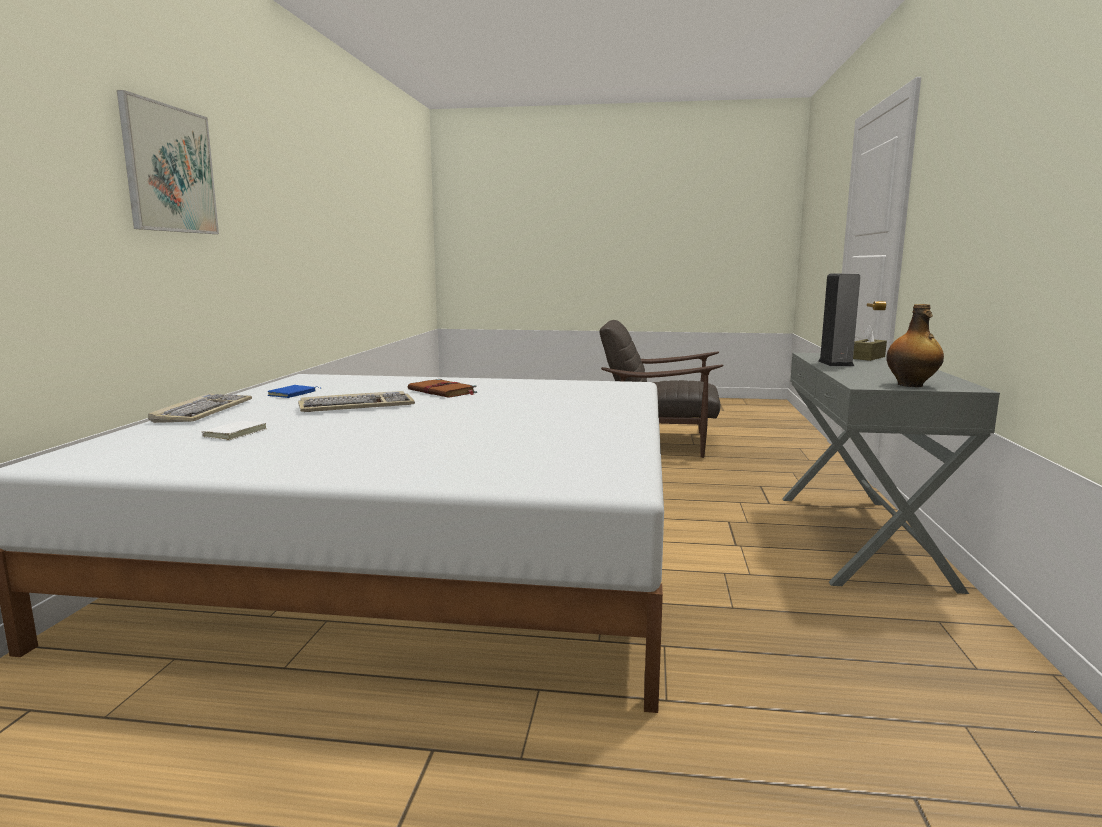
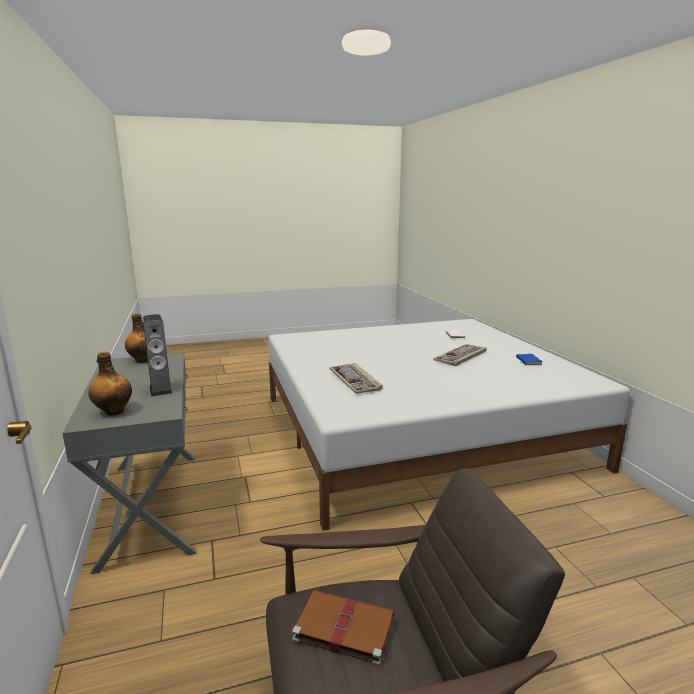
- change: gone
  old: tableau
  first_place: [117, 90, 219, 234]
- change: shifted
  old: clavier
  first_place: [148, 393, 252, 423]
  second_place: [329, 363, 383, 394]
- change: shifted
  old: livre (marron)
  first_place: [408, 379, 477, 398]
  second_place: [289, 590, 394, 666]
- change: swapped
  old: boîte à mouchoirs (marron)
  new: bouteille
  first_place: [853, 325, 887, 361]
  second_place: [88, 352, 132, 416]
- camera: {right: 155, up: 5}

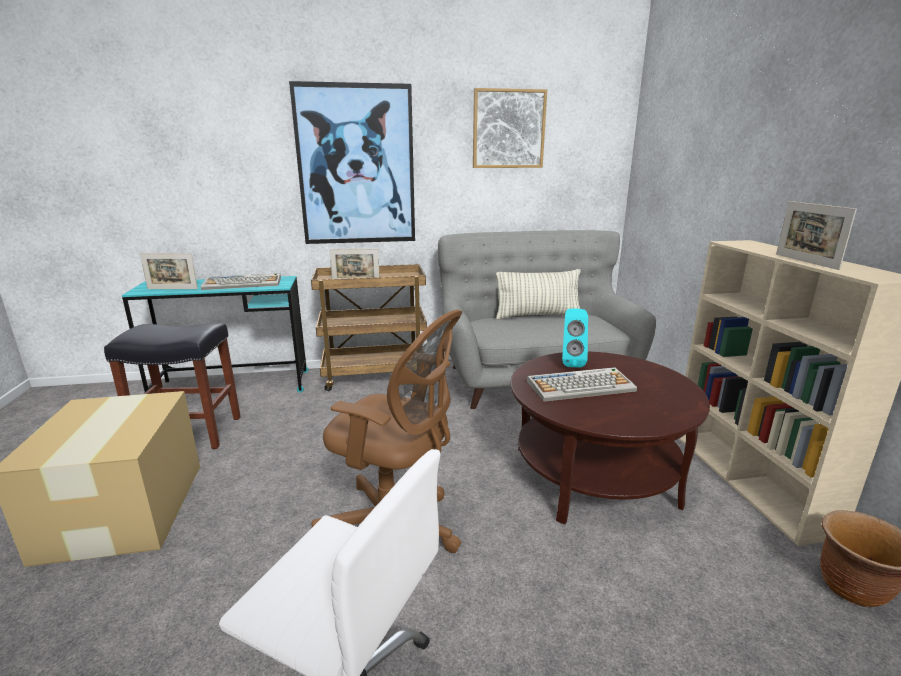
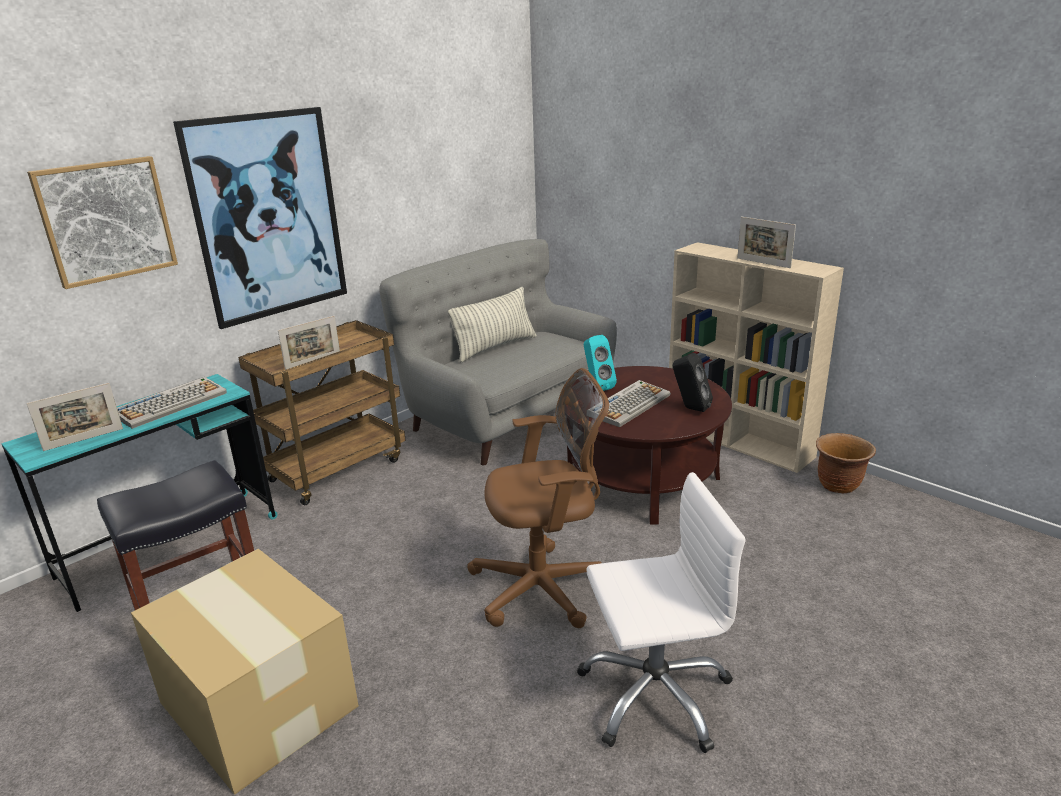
- change: new
  new: enceinte (noir)
  second_place: [673, 353, 713, 412]
- change: shifted
  old: tableau
  first_place: [473, 88, 547, 168]
  second_place: [27, 156, 178, 289]
- camera: {right: -35, up: 5}

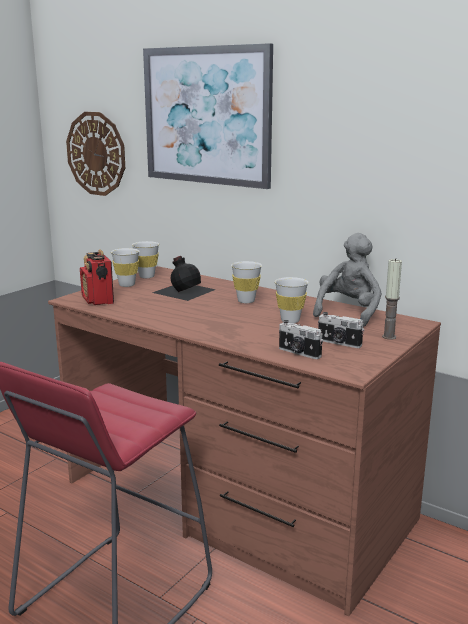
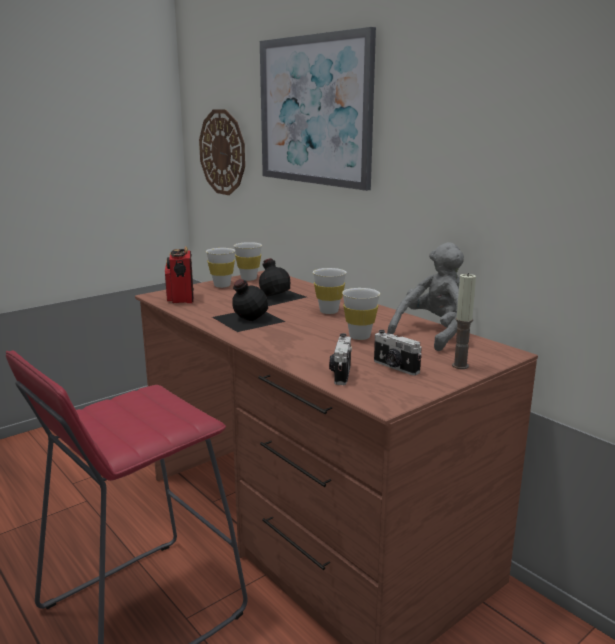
- change: new
  new: bouteille (noir)
  second_place: [212, 279, 286, 332]
- change: rotated
  old: appareil photo
  first_place: [279, 320, 323, 359]
  second_place: [329, 333, 352, 385]
  degrees: 45
- camera: {right: 15, up: 0}

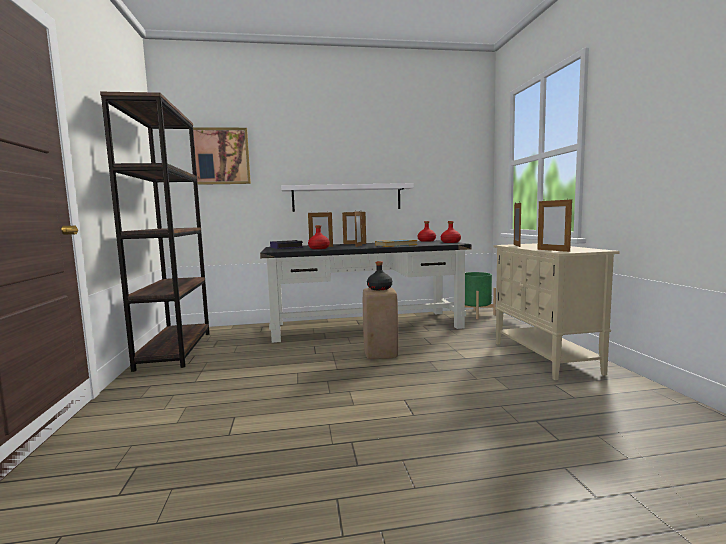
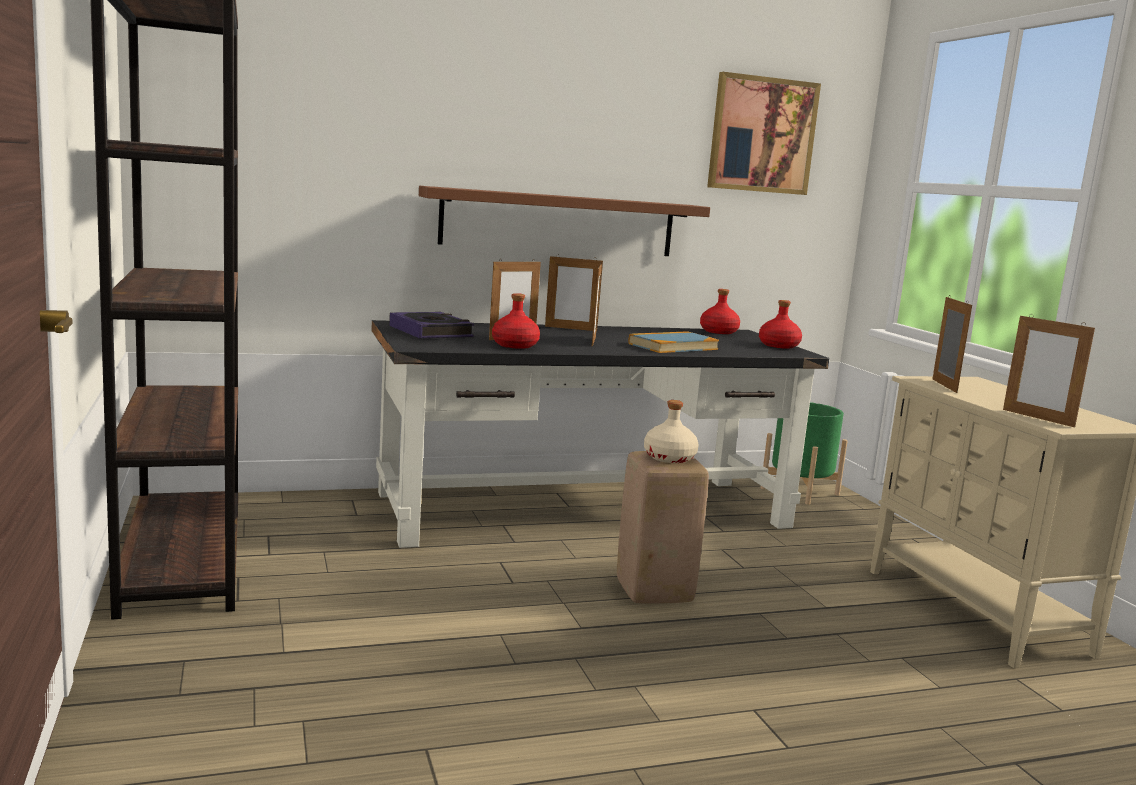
- change: shifted
  old: tableau
  first_place: [193, 127, 251, 185]
  second_place: [707, 72, 821, 195]
- change: repainted
  old: étagère (blanc)
  new: étagère (marron)
  first_place: [281, 183, 414, 212]
  second_place: [419, 186, 710, 256]
- change: repainted
  old: bouteille (noir)
  new: bouteille (beige)
  first_place: [367, 261, 392, 290]
  second_place: [644, 400, 699, 463]
- camera: {right: -10, up: 5}

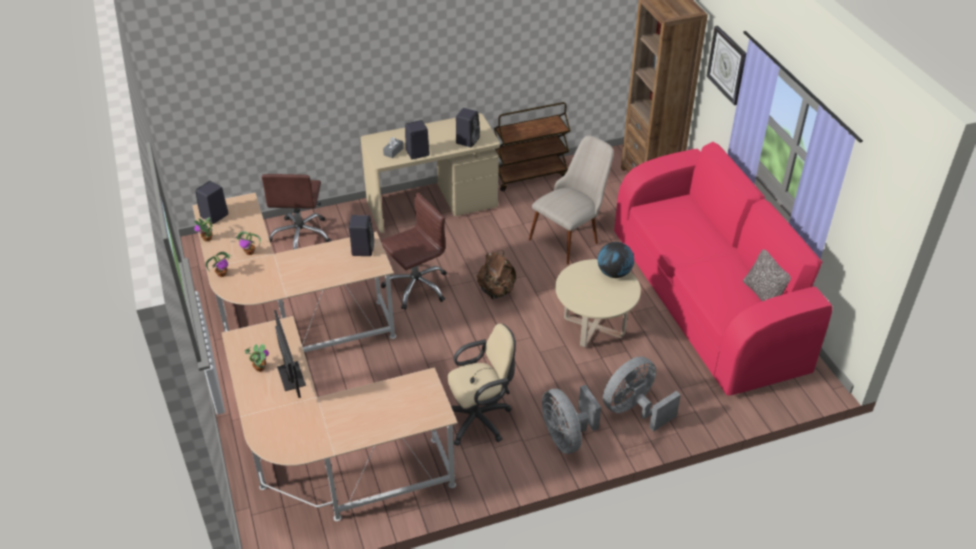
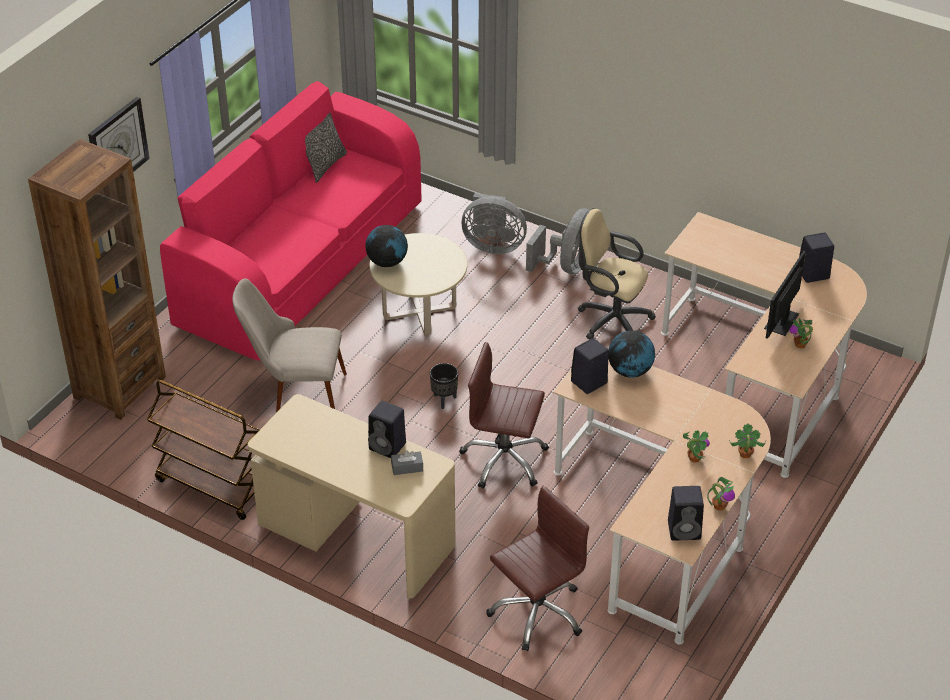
- change: new
  new: globe
  second_place: [608, 331, 655, 378]
- change: shifted
  old: enceinte (noir)
  first_place: [456, 108, 480, 147]
  second_place: [799, 233, 834, 283]
- change: swapped
  old: sac à dos (marron)
  new: cache-pot (noir)
  first_place: [477, 250, 516, 299]
  second_place: [430, 363, 458, 409]
- camera: {right: -130, up: 0}

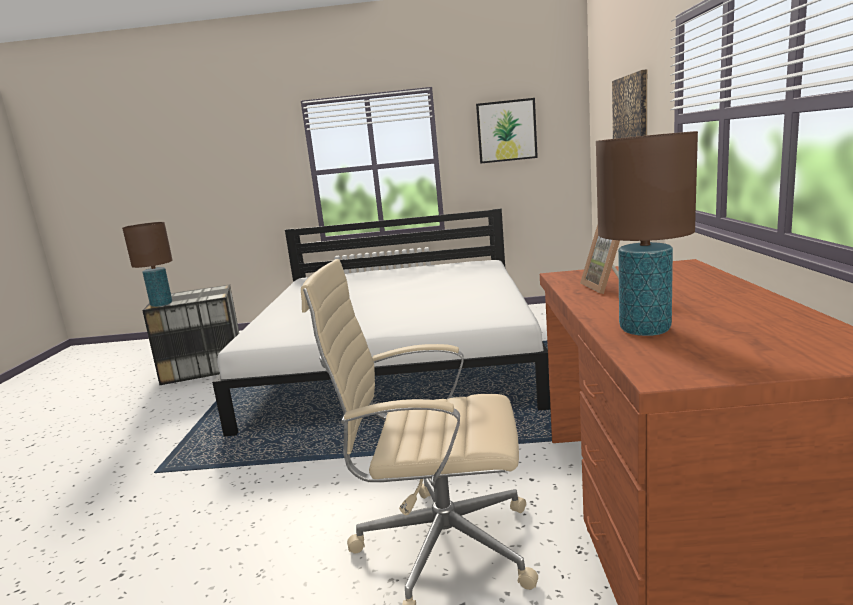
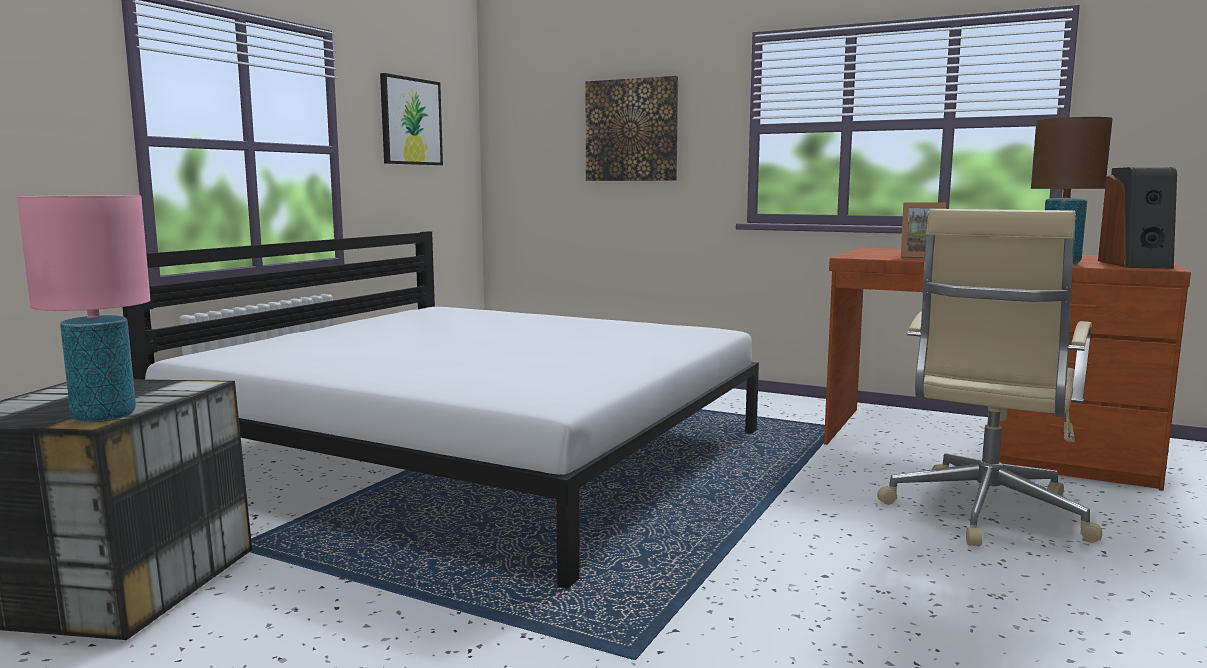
- change: new
  new: enceinte
  second_place: [1098, 167, 1177, 269]
- change: repainted
  old: lampe de table (marron)
  new: lampe de table (rose)
  first_place: [122, 222, 173, 307]
  second_place: [17, 195, 150, 422]
- camera: {right: -65, up: -5}

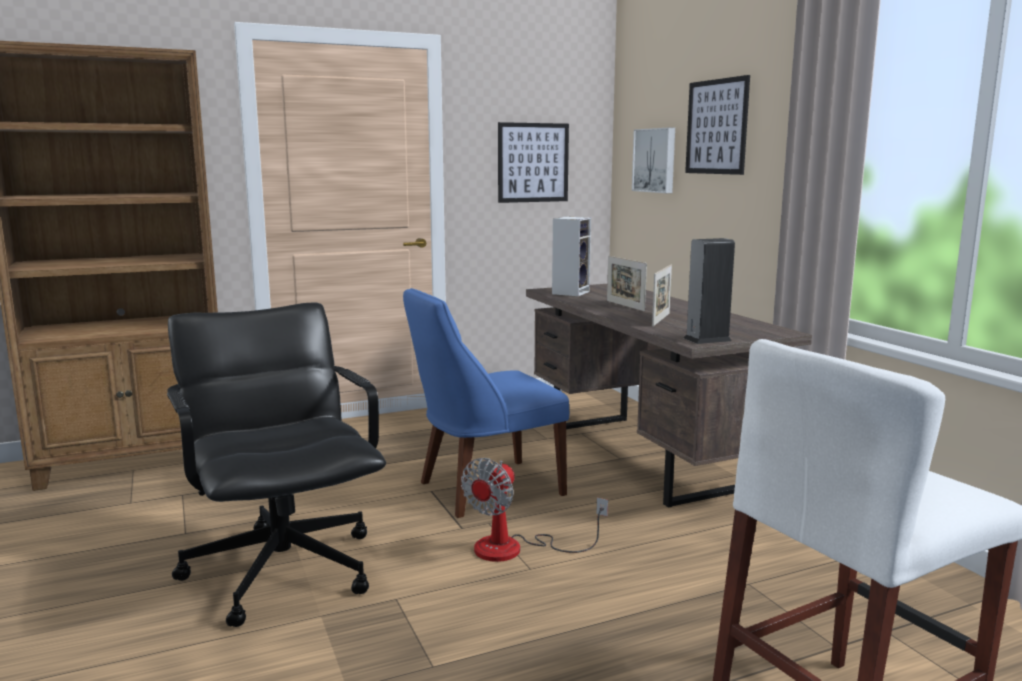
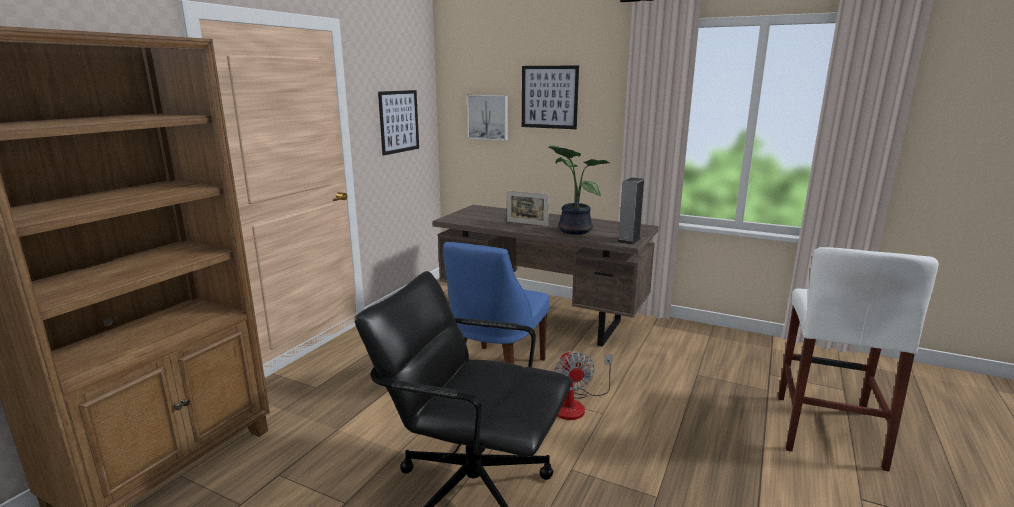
- change: gone
  old: enceinte
  first_place: [552, 217, 591, 296]
- change: swapped
  old: cadre photo
  new: plante en pot
  first_place: [652, 265, 672, 327]
  second_place: [548, 145, 609, 235]
- camera: {right: -40, up: 5}

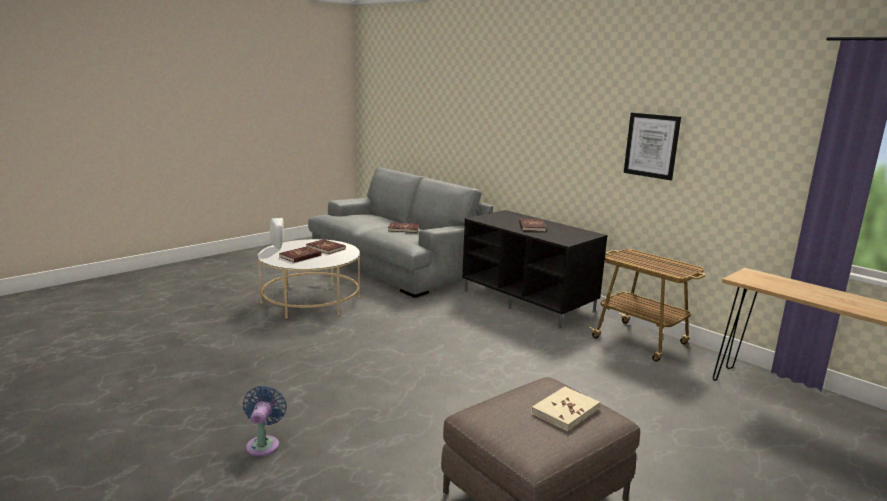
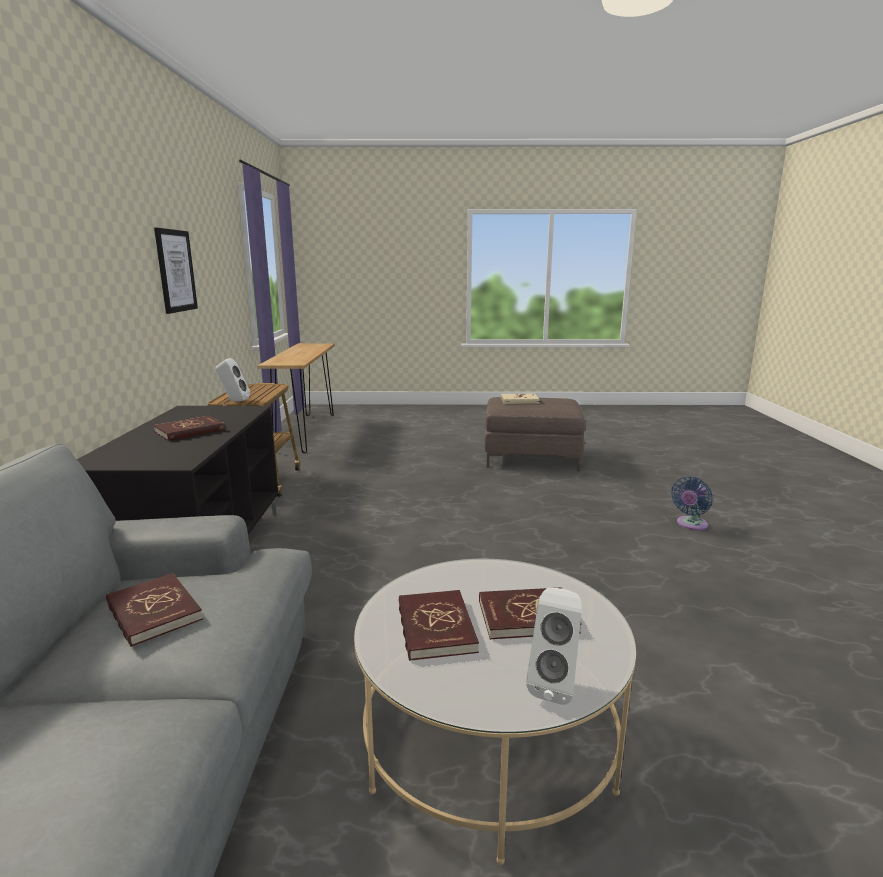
- change: new
  new: enceinte (blanc)
  second_place: [215, 358, 250, 402]
- camera: {right: -135, up: 0}

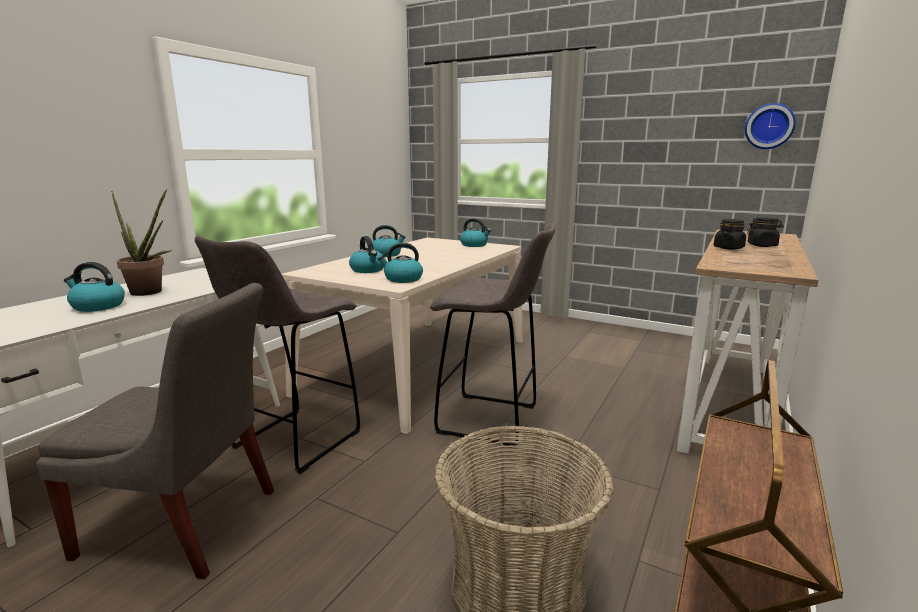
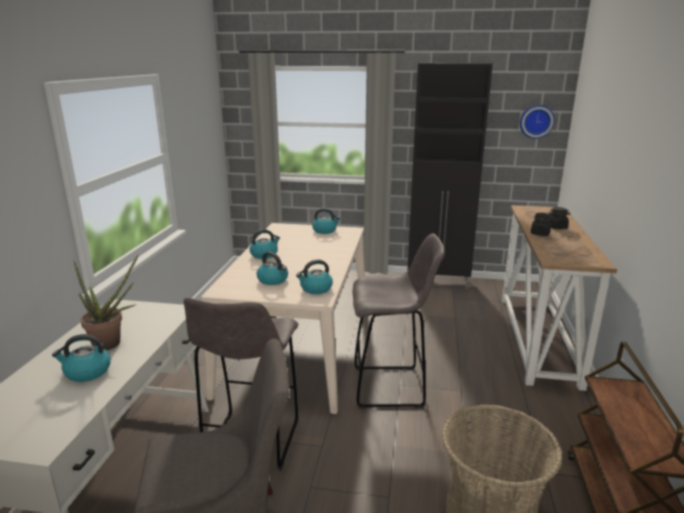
- change: new
  new: meuble de rangement (noir)
  second_place: [408, 63, 493, 289]
- camera: {right: -20, up: 5}

